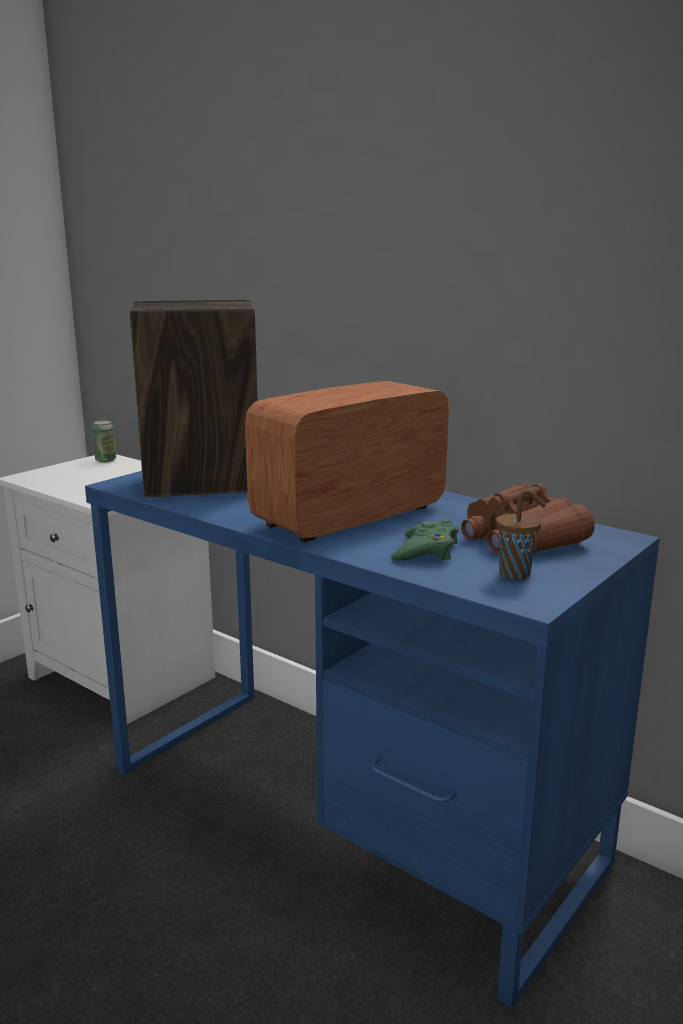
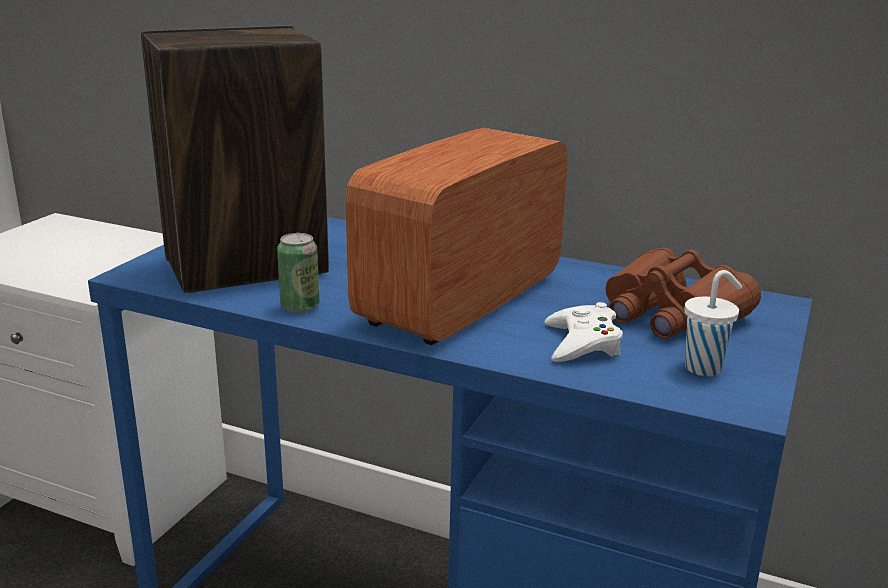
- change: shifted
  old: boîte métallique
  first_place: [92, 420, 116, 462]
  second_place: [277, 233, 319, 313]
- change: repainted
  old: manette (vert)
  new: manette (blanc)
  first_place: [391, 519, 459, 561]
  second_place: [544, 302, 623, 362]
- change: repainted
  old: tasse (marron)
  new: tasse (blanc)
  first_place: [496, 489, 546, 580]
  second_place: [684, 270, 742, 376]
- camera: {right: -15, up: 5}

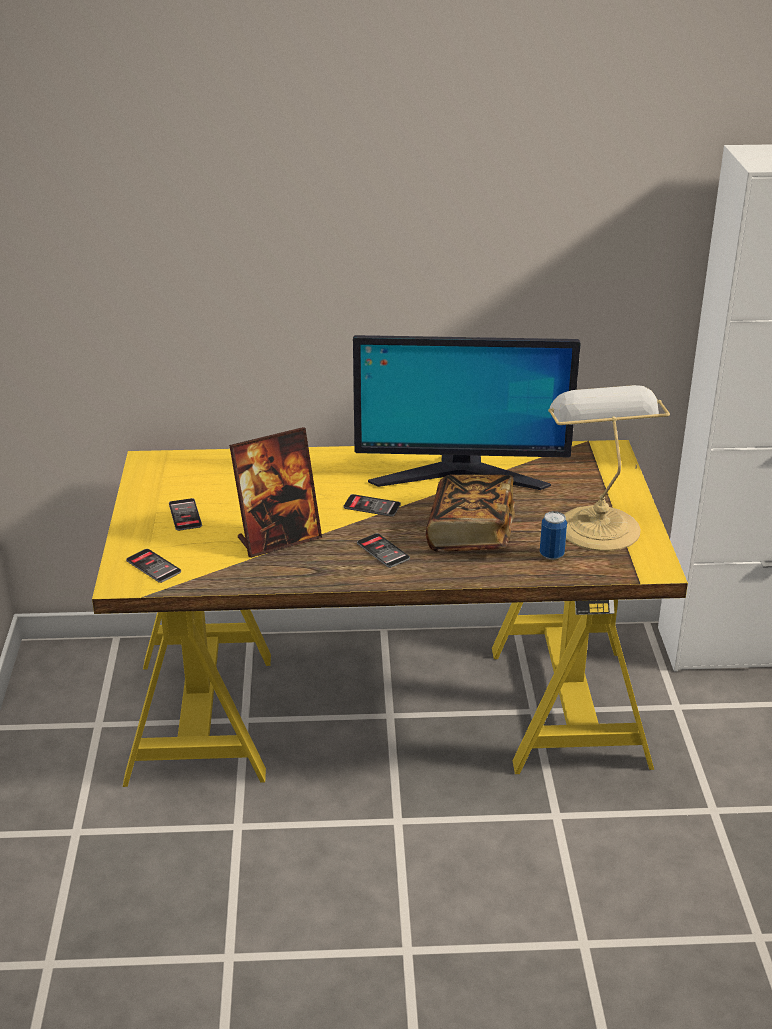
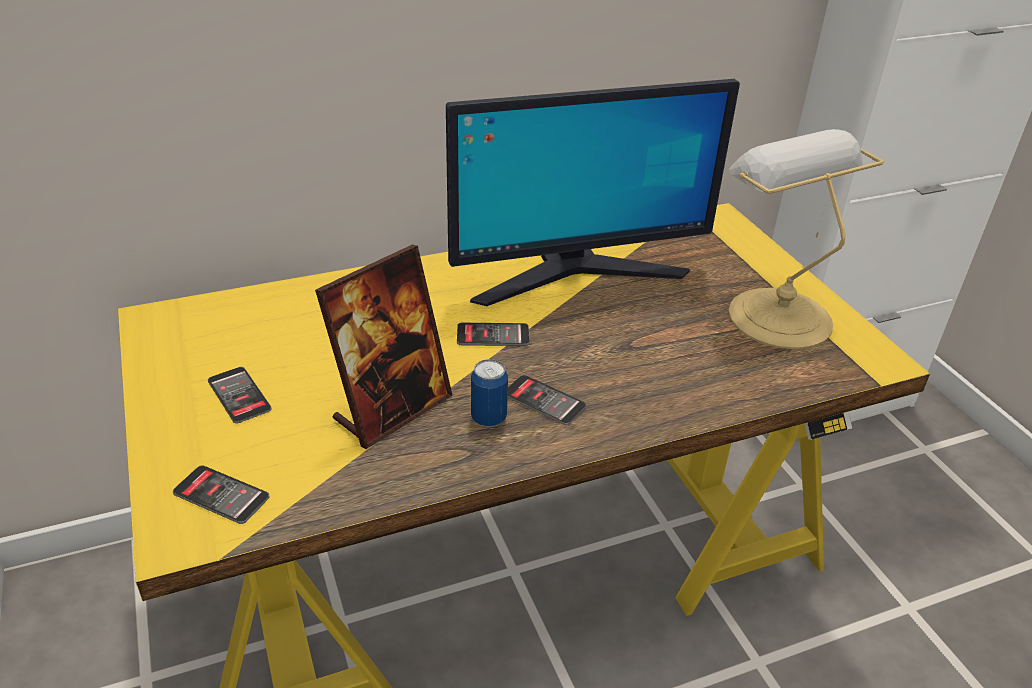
- change: gone
  old: livre
  first_place: [426, 474, 515, 552]
- change: shifted
  old: boîte métallique
  first_place: [540, 511, 567, 560]
  second_place: [471, 359, 508, 427]
- camera: {right: -20, up: 5}

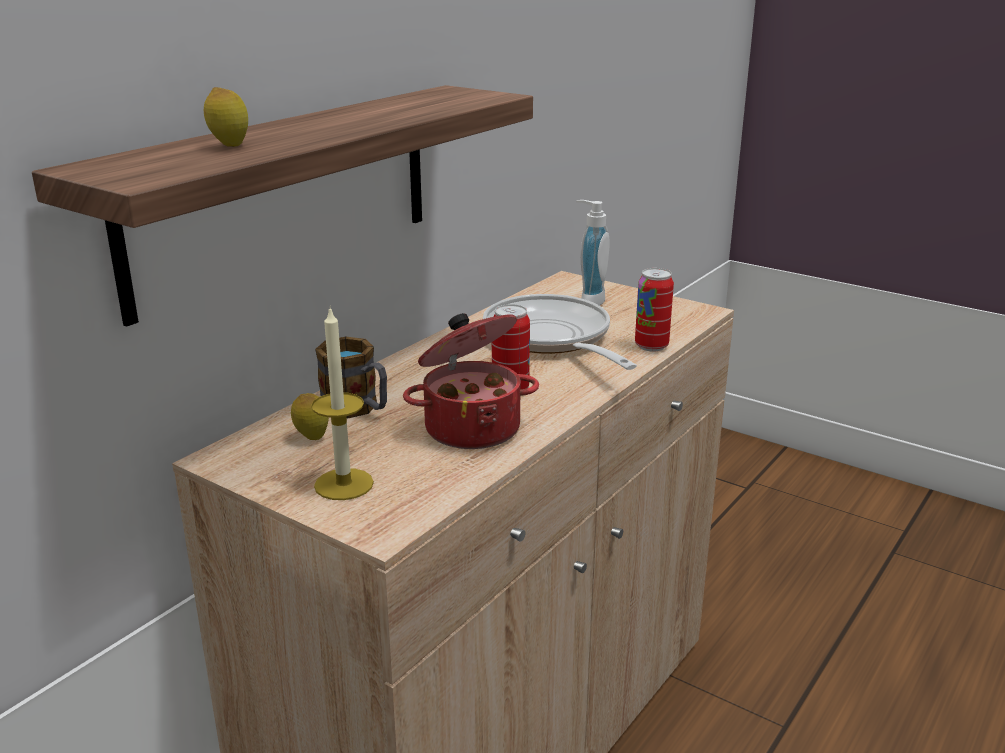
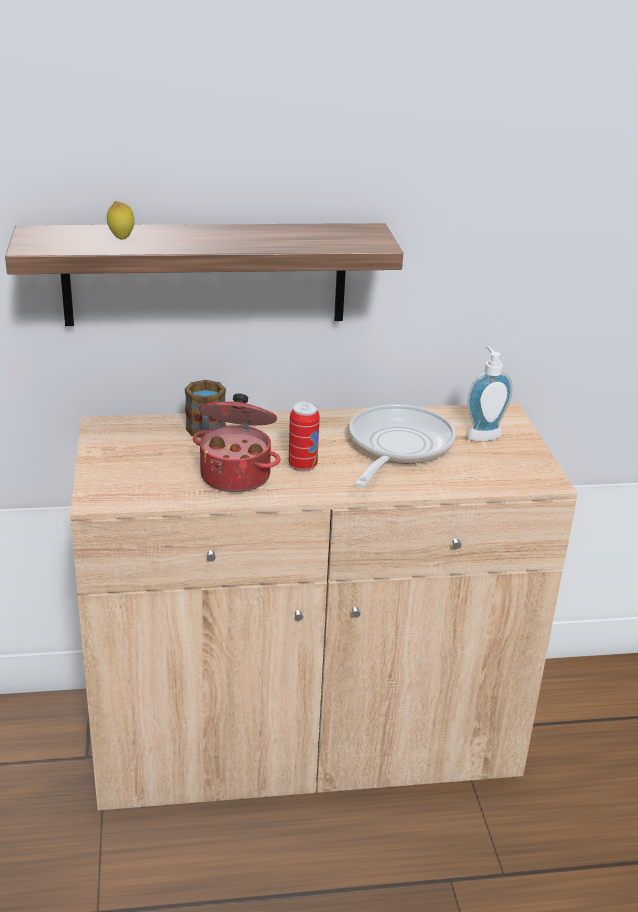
- change: gone
  old: citron
  first_place: [291, 393, 329, 440]
- change: gone
  old: bougie
  first_place: [311, 308, 374, 500]
- change: gone
  old: boîte métallique
  first_place: [635, 268, 674, 351]
- camera: {right: 45, up: 5}

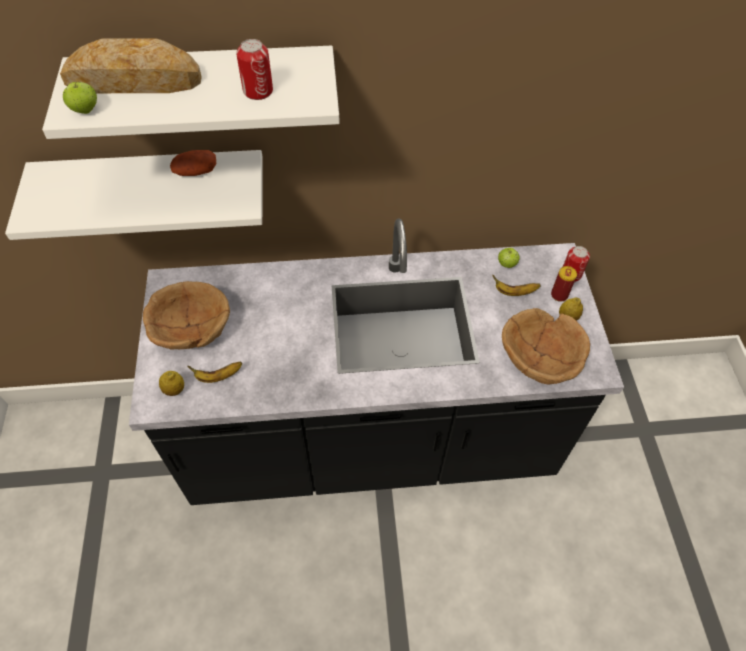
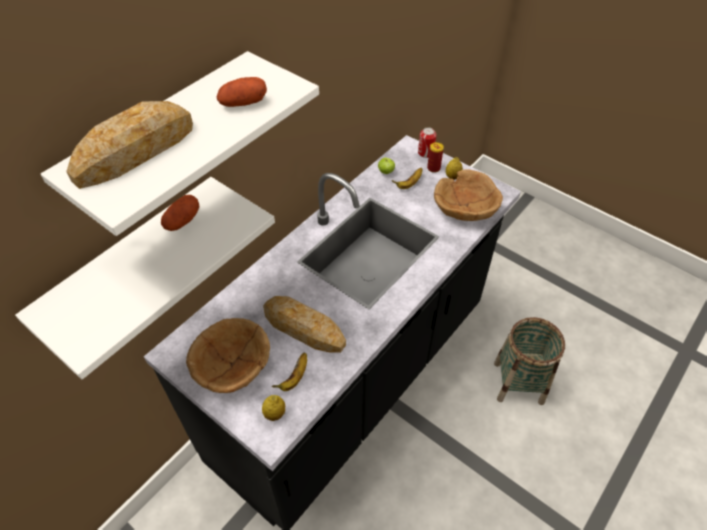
- change: gone
  old: pomme
  first_place: [62, 82, 97, 114]
- change: new
  new: pain
  second_place: [263, 296, 346, 353]
- change: new
  new: panier
  second_place: [494, 317, 565, 405]
- change: swapped
  old: boîte métallique
  new: pomme de terre
  first_place: [236, 39, 273, 100]
  second_place: [217, 77, 267, 107]
- camera: {right: -45, up: -5}

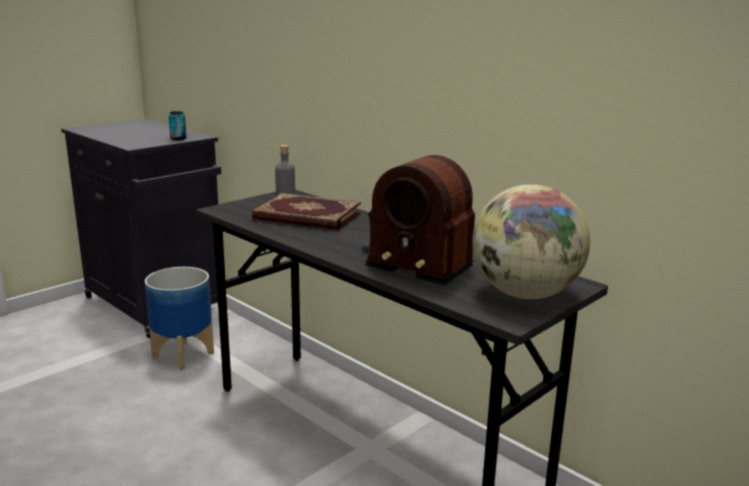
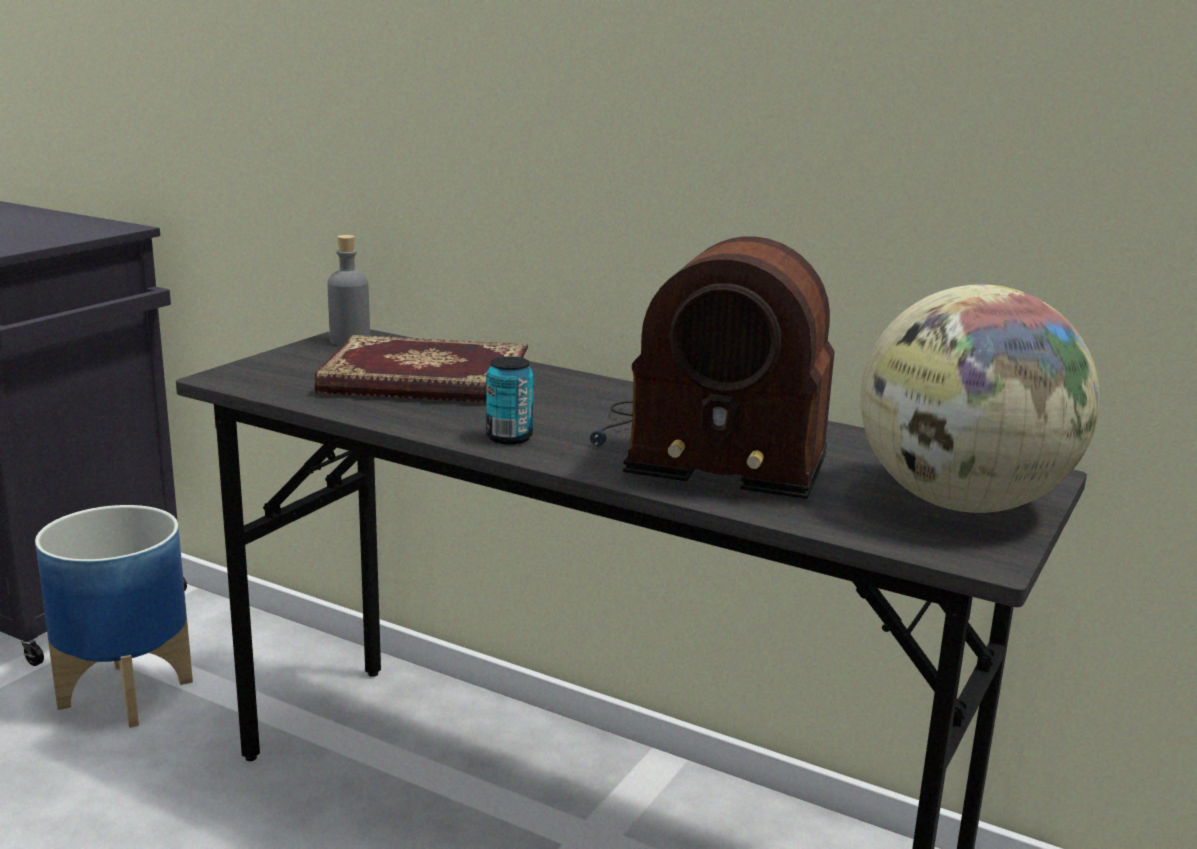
- change: shifted
  old: boîte métallique
  first_place: [169, 111, 186, 140]
  second_place: [486, 356, 534, 444]
- camera: {right: -15, up: 0}

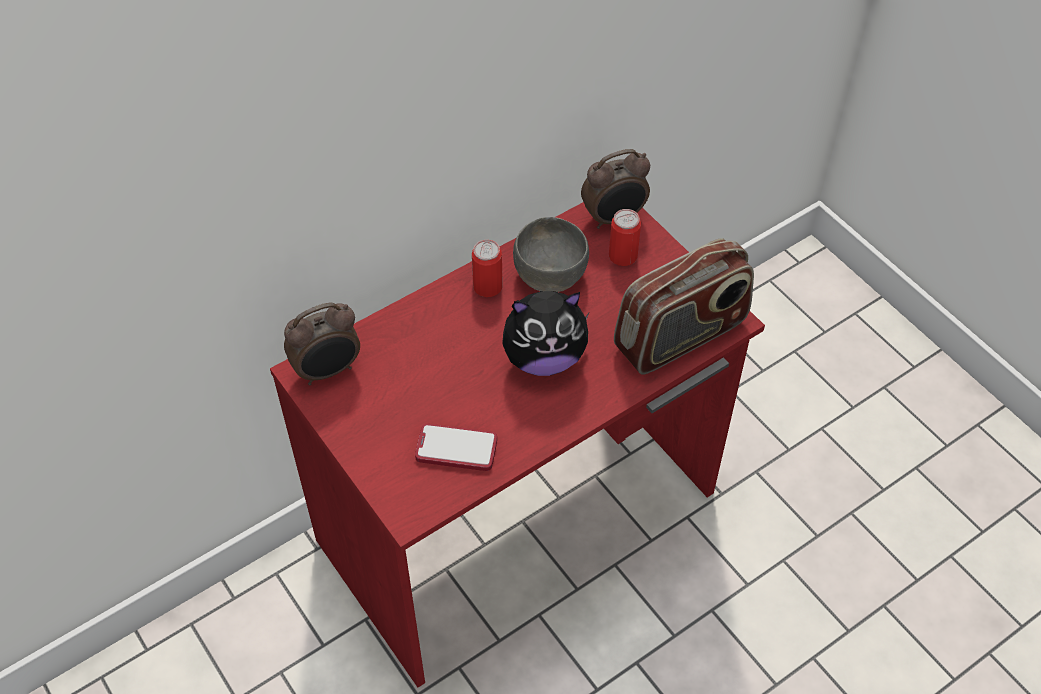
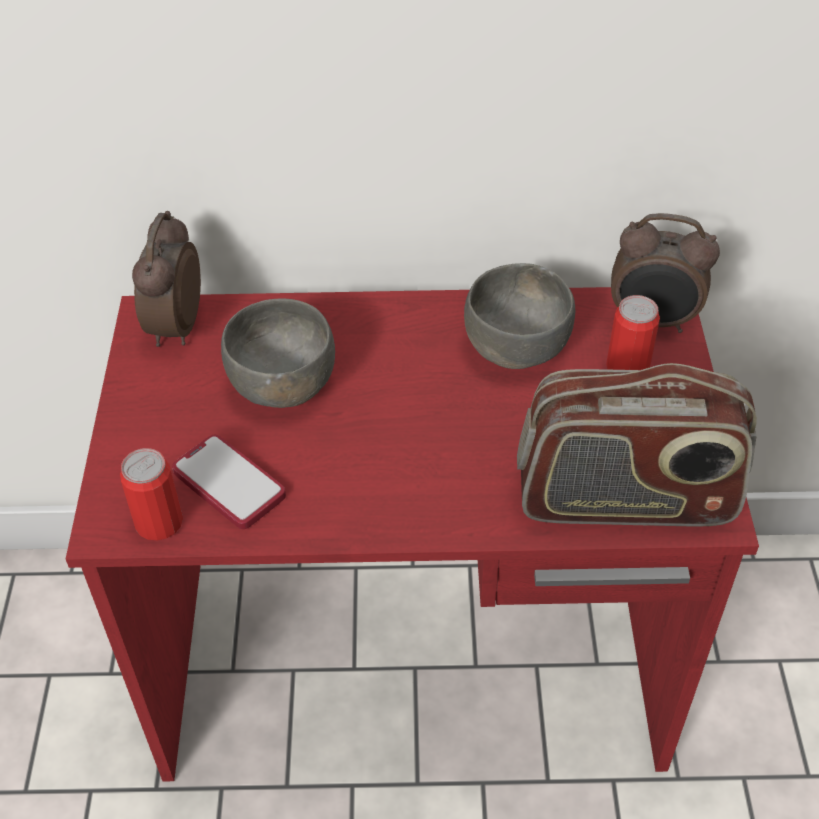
- change: gone
  old: peluche
  first_place: [502, 291, 589, 376]
- change: new
  new: bol (gris)
  second_place: [221, 298, 335, 408]
- change: shifted
  old: boîte métallique
  first_place: [472, 240, 503, 297]
  second_place: [120, 448, 183, 540]
- change: rotated
  old: réveil
  first_place: [284, 302, 360, 385]
  second_place: [132, 211, 201, 347]
  degrees: 90
- camera: {right: 35, up: -5}

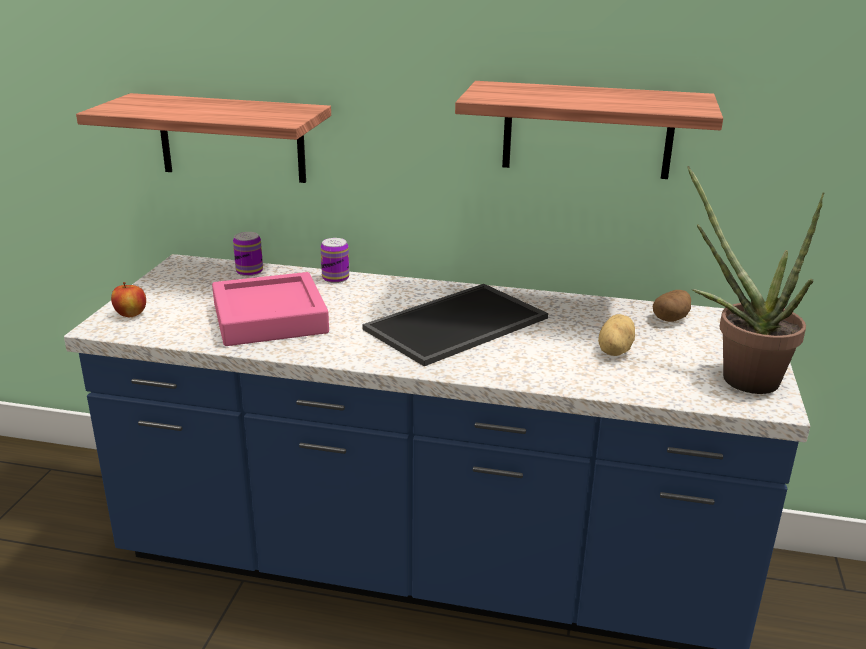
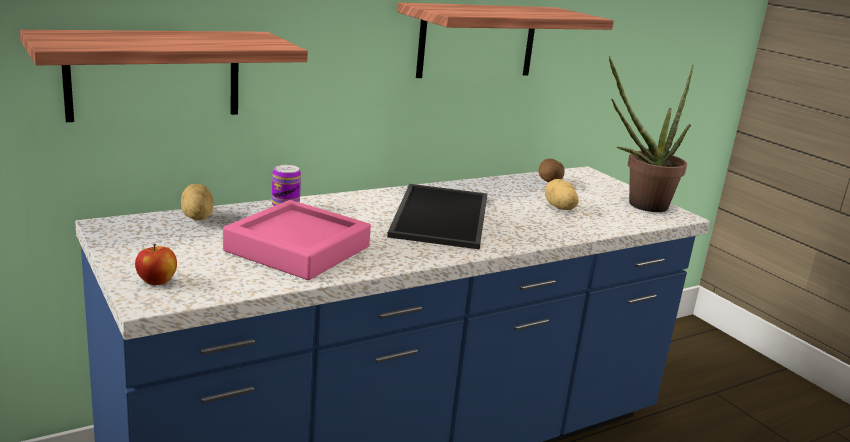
- change: swapped
  old: boîte métallique
  new: pomme de terre
  first_place: [233, 232, 263, 276]
  second_place: [181, 184, 214, 220]
- camera: {right: -45, up: -5}

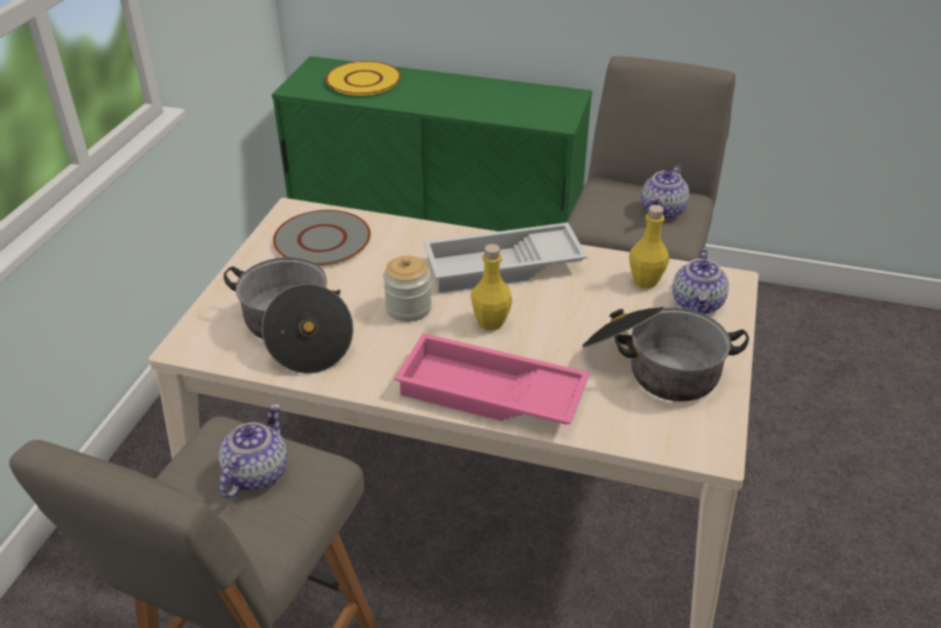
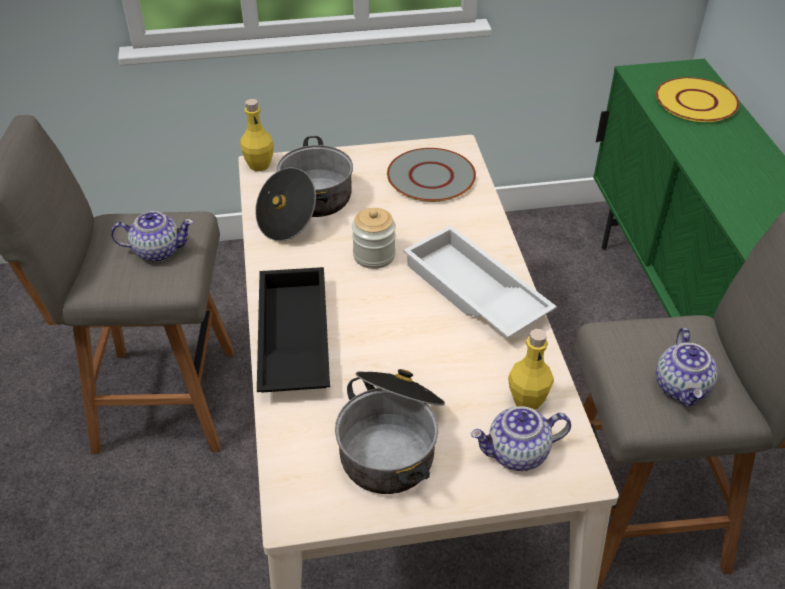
- change: shifted
  old: bouteille (jaune)
  first_place: [471, 244, 512, 331]
  second_place: [240, 99, 274, 171]
- change: repainted
  old: plateau (rose)
  new: plateau (noir)
  first_place: [394, 333, 590, 425]
  second_place: [257, 267, 330, 393]
- change: rotated
  old: théière
  first_place: [641, 165, 689, 219]
  second_place: [656, 328, 718, 407]
  degrees: -90
- camera: {right: 65, up: 5}

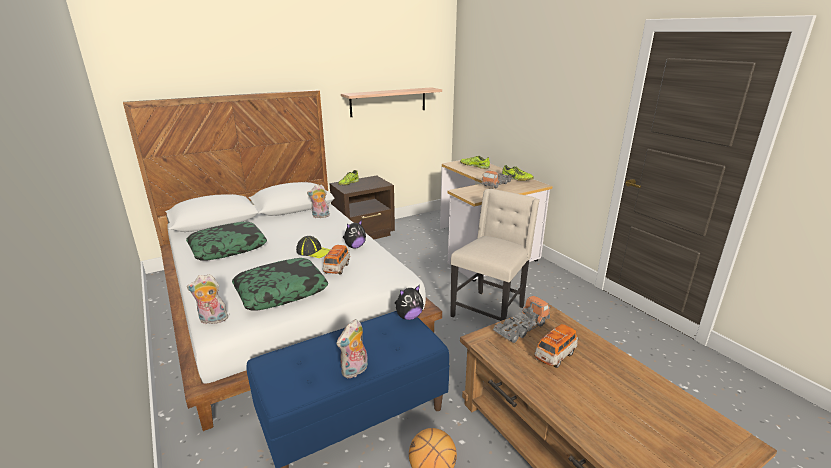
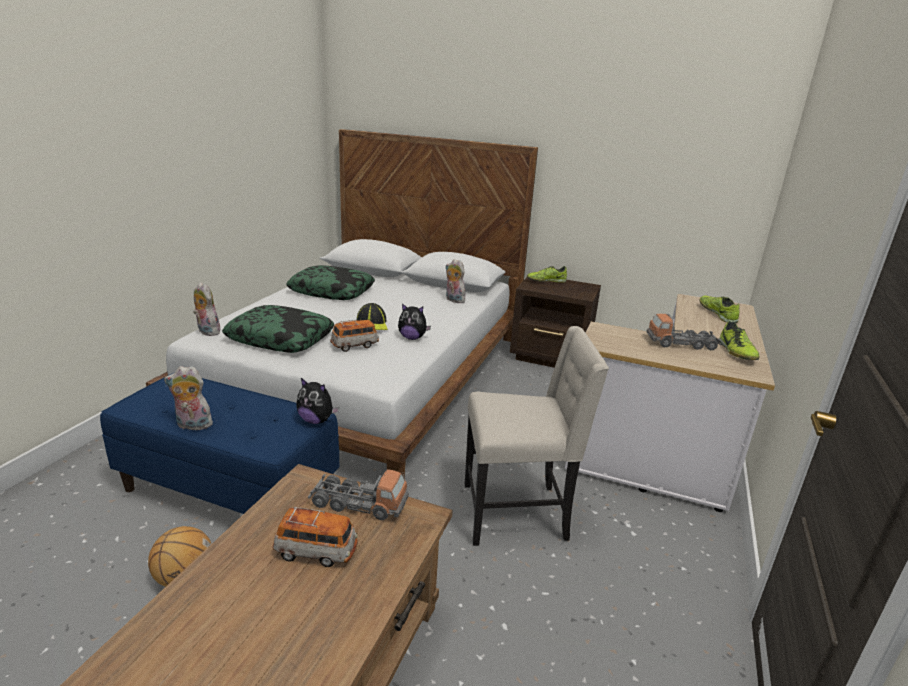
- change: gone
  old: étagère
  first_place: [341, 87, 442, 117]
- camera: {right: 50, up: 0}

